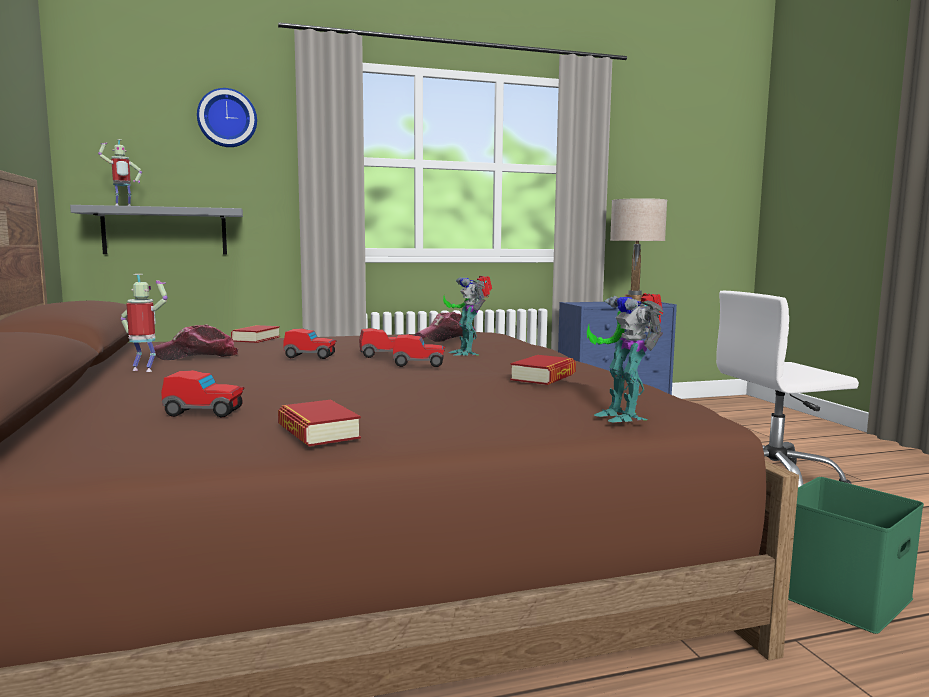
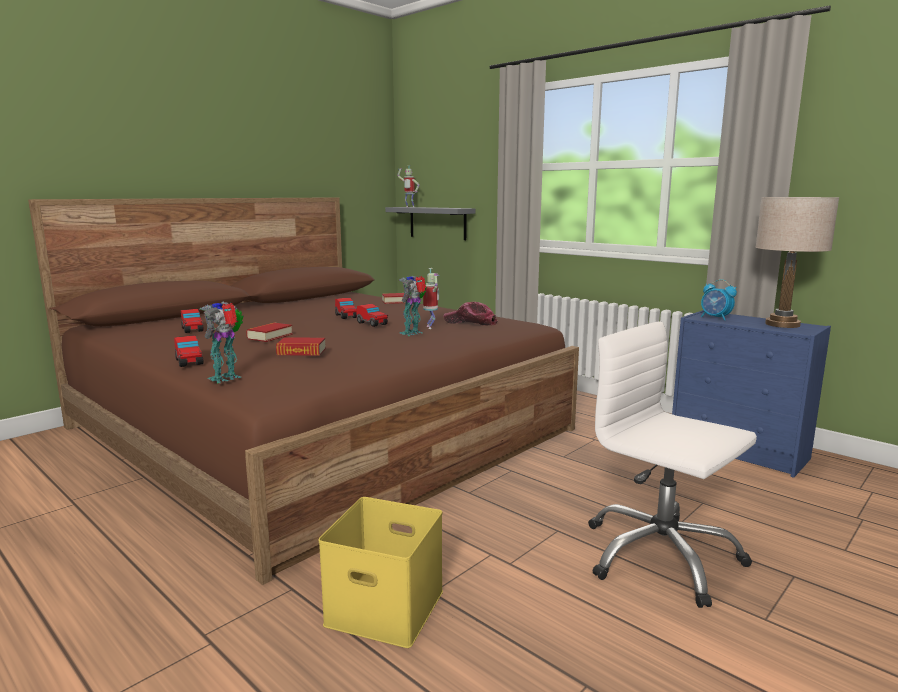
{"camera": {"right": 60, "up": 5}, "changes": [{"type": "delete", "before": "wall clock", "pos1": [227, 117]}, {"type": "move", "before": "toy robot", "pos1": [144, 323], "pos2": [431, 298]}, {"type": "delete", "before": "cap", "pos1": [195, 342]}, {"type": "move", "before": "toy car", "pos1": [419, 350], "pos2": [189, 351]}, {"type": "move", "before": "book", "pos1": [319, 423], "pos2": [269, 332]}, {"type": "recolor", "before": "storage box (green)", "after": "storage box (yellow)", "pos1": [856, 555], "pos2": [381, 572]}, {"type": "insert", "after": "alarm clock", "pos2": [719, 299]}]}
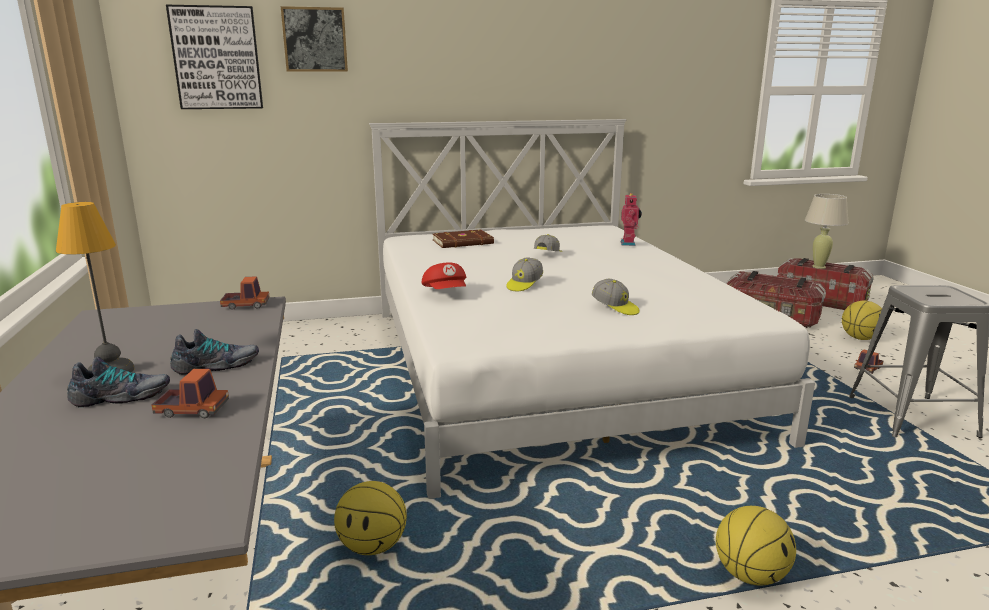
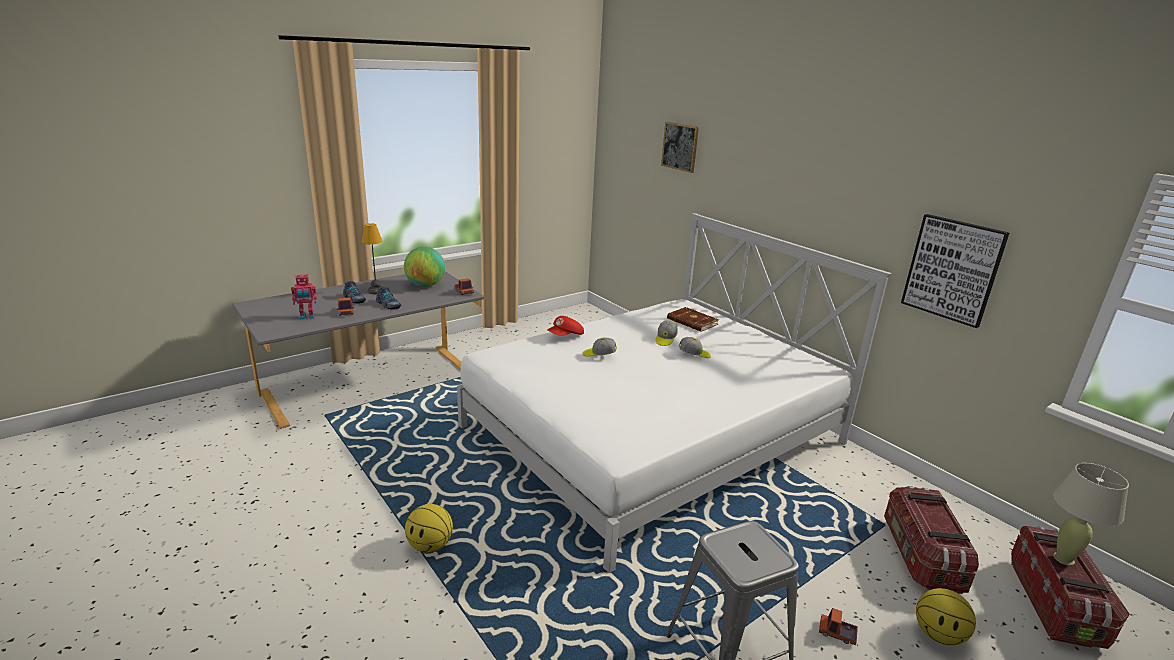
{"camera": {"right": 65, "up": 5}, "changes": [{"type": "move", "before": "picture", "pos1": [214, 57], "pos2": [955, 271]}, {"type": "move", "before": "toy robot", "pos1": [631, 219], "pos2": [304, 297]}, {"type": "move", "before": "cap", "pos1": [616, 297], "pos2": [666, 333]}, {"type": "delete", "before": "basketball", "pos1": [370, 518]}, {"type": "insert", "after": "globe", "pos2": [424, 267]}]}
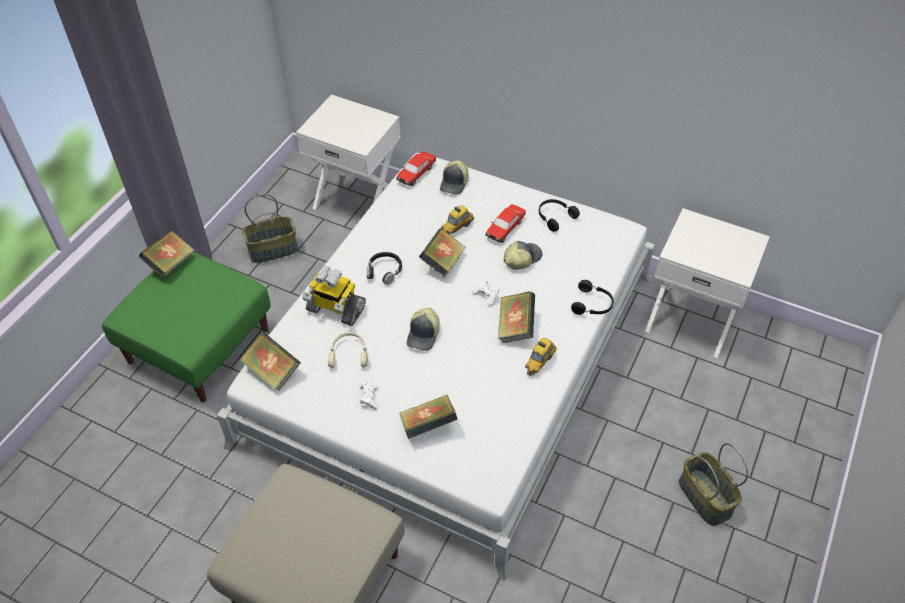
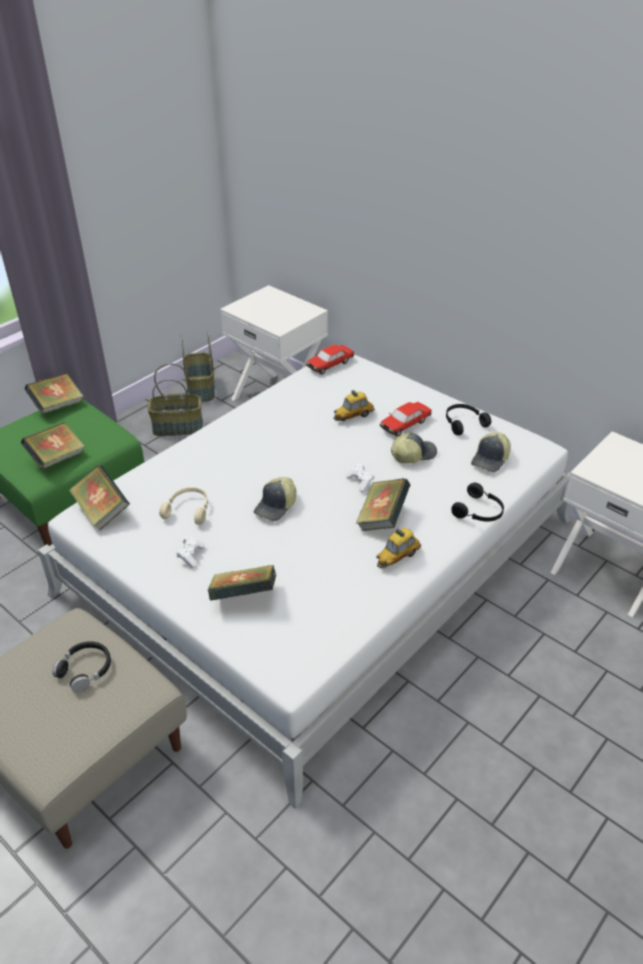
{"camera": {"right": 15, "up": -10}, "changes": [{"type": "move", "before": "cap", "pos1": [454, 177], "pos2": [491, 452]}, {"type": "move", "before": "book", "pos1": [442, 252], "pos2": [53, 445]}, {"type": "move", "before": "headphones (black)", "pos1": [384, 268], "pos2": [81, 666]}, {"type": "delete", "before": "toy robot", "pos1": [334, 296]}, {"type": "move", "before": "basket", "pos1": [713, 484], "pos2": [197, 367]}]}
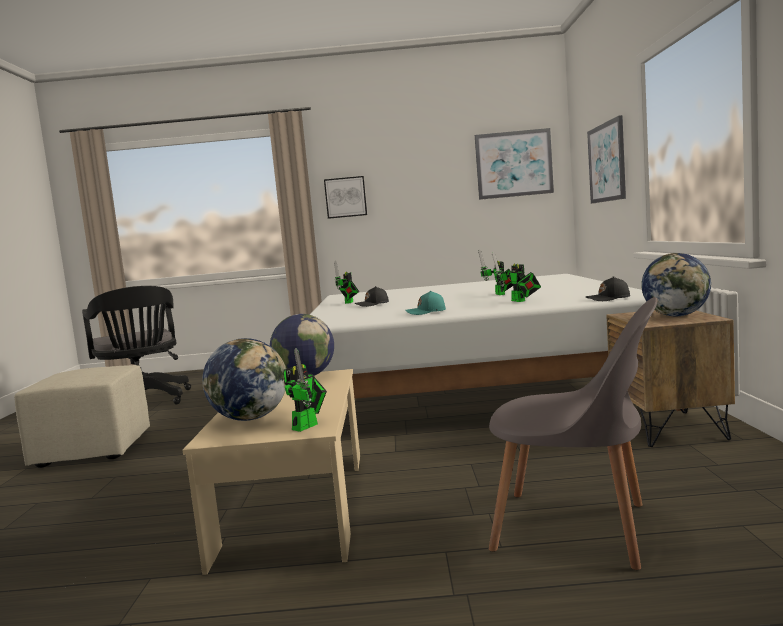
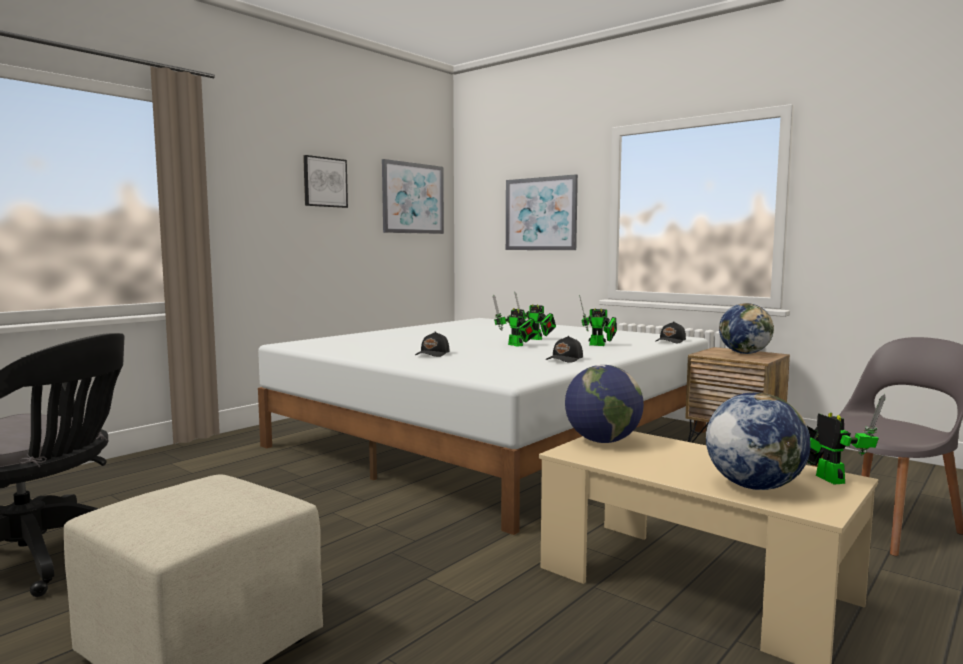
{"camera": {"right": -50, "up": 0}, "changes": [{"type": "move", "before": "picture", "pos1": [345, 197], "pos2": [325, 181]}, {"type": "move", "before": "toy robot", "pos1": [346, 282], "pos2": [516, 320]}, {"type": "recolor", "before": "cap (turquoise)", "after": "cap (black)", "pos1": [426, 303], "pos2": [564, 349]}]}
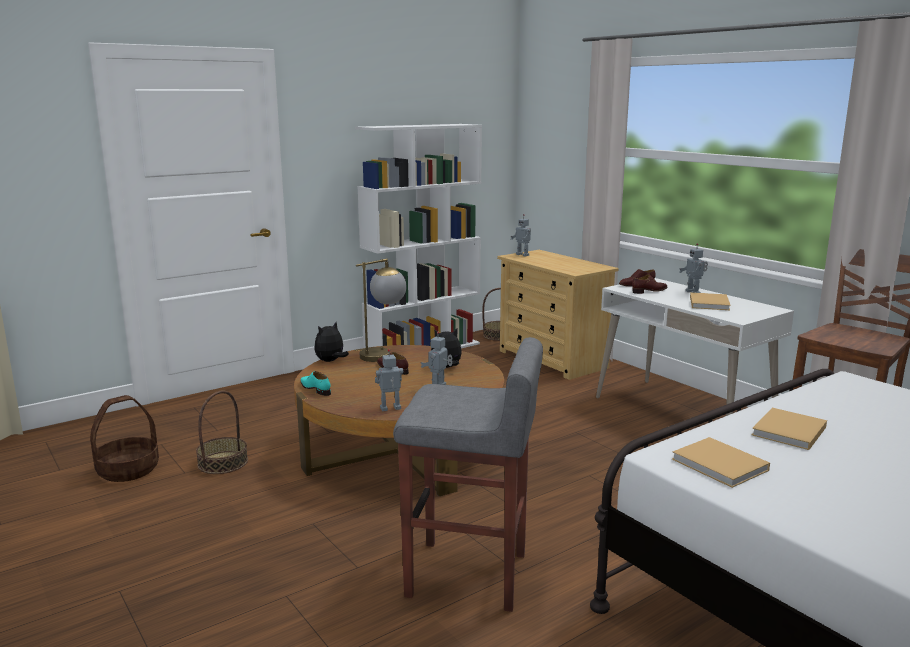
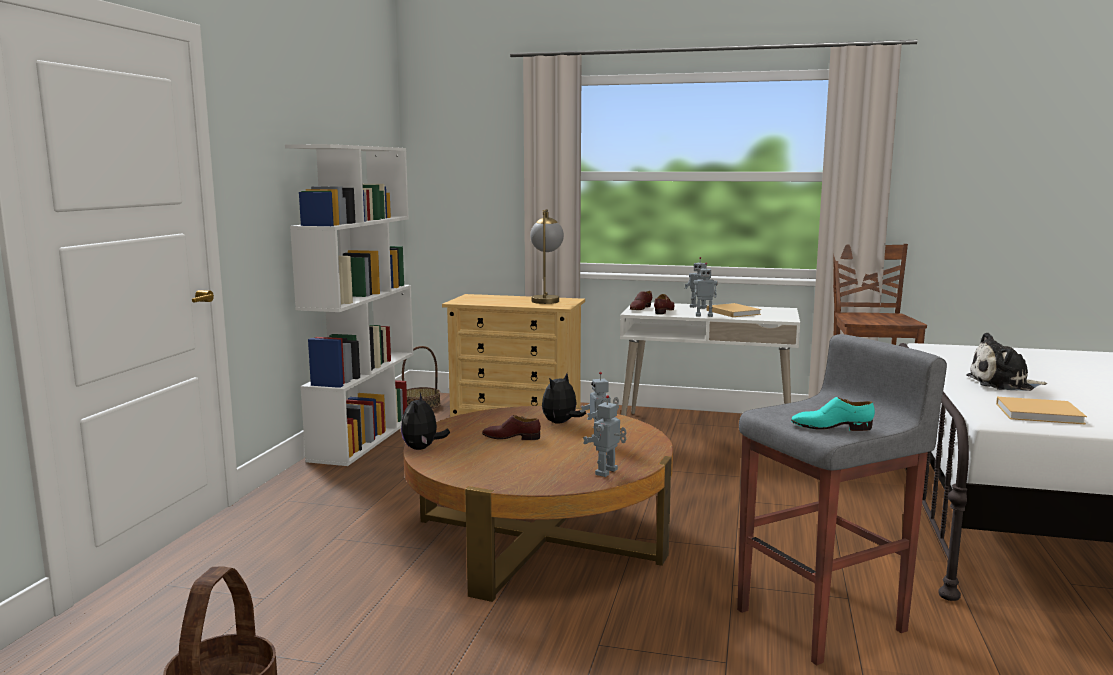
{"camera": {"right": -40, "up": -5}, "changes": [{"type": "move", "before": "toy robot", "pos1": [521, 235], "pos2": [706, 290]}, {"type": "move", "before": "table lamp", "pos1": [381, 310], "pos2": [547, 256]}, {"type": "move", "before": "shoe (turquoise)", "pos1": [316, 383], "pos2": [833, 414]}, {"type": "delete", "before": "basket", "pos1": [222, 432]}, {"type": "replace", "before": "book (beige)", "after": "plush toy", "pos1": [789, 429], "pos2": [1006, 362]}]}
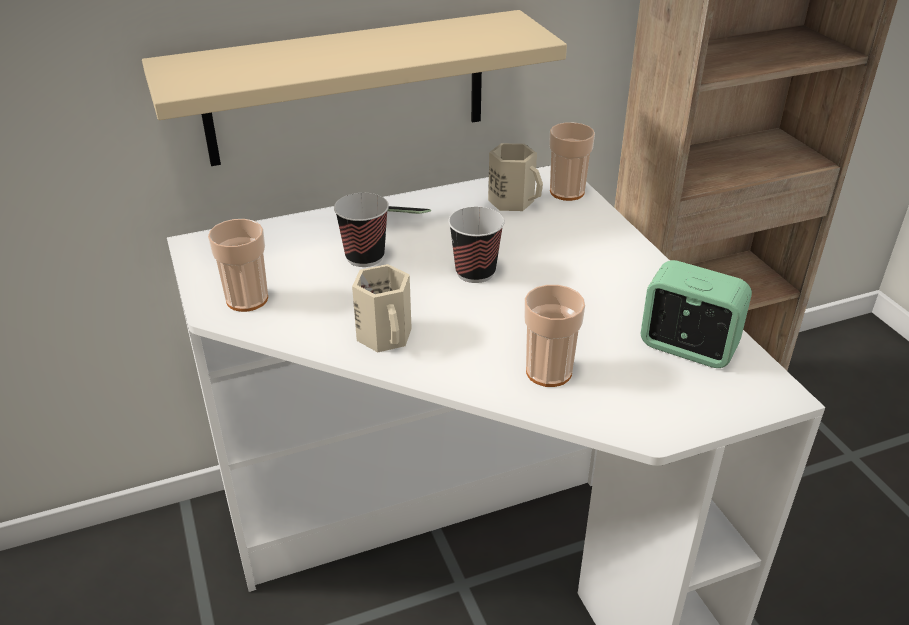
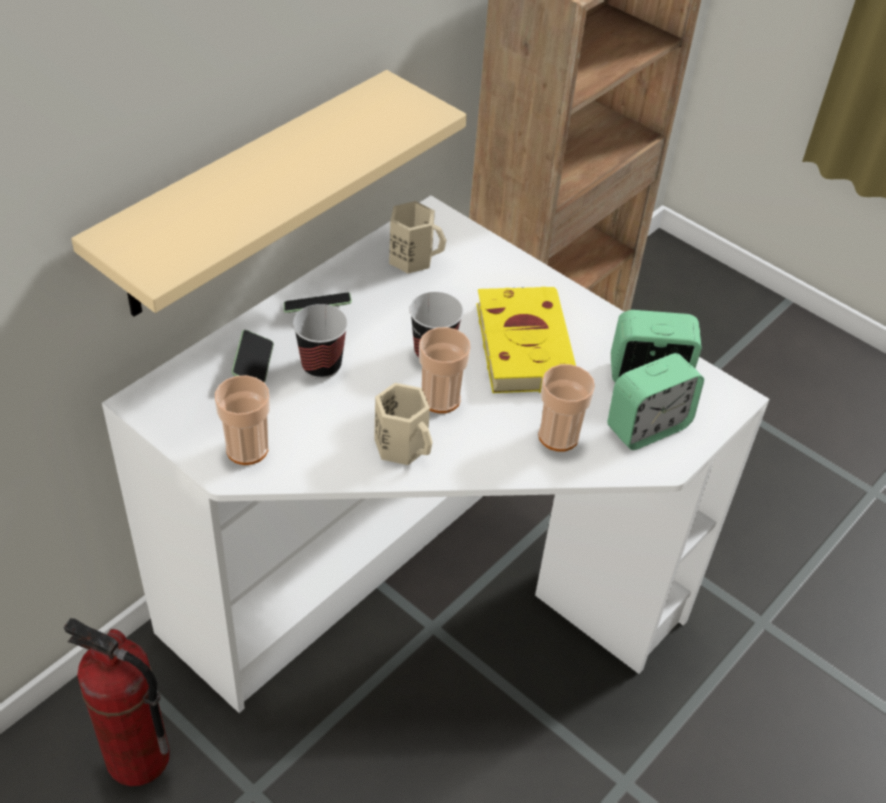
{"camera": {"right": -30, "up": 10}, "changes": [{"type": "move", "before": "cup", "pos1": [572, 161], "pos2": [445, 370]}, {"type": "insert", "after": "book (yellow)", "pos2": [526, 340]}, {"type": "insert", "after": "phone", "pos2": [252, 356]}, {"type": "insert", "after": "alarm clock", "pos2": [655, 401]}, {"type": "insert", "after": "fire extinguisher", "pos2": [117, 702]}]}
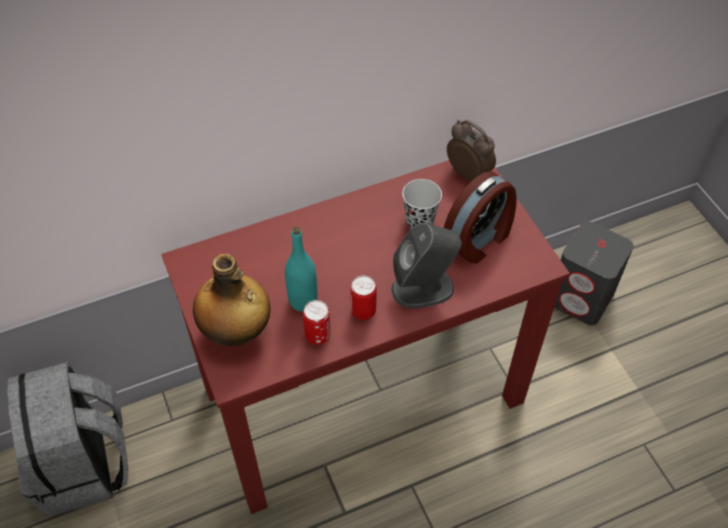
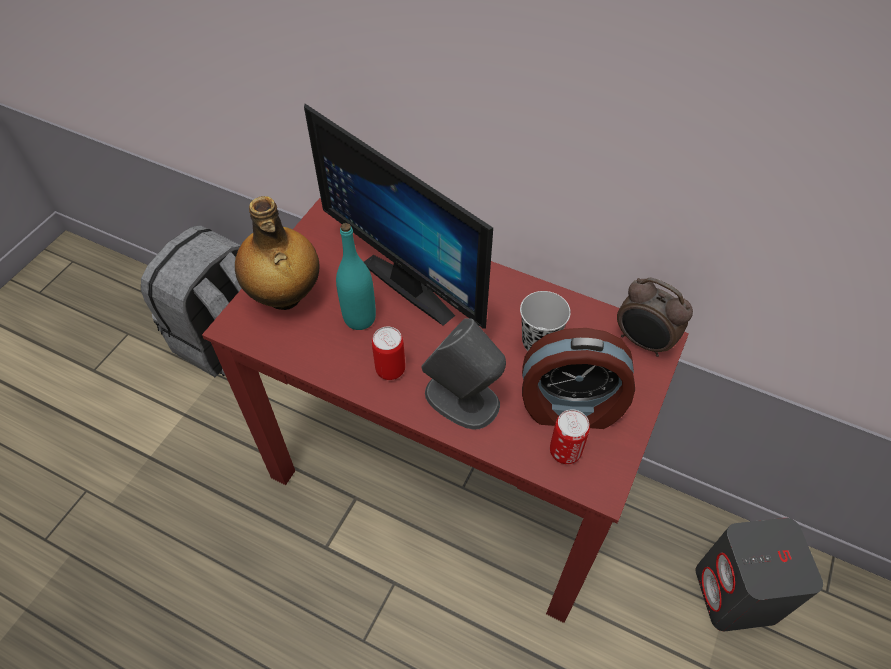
{"camera": {"right": 50, "up": 0}, "changes": [{"type": "rotate", "before": "alarm clock", "pos1": [471, 150], "pos2": [655, 317], "turn": 120}, {"type": "move", "before": "can", "pos1": [317, 322], "pos2": [570, 436]}, {"type": "insert", "after": "monitor", "pos2": [398, 216]}]}
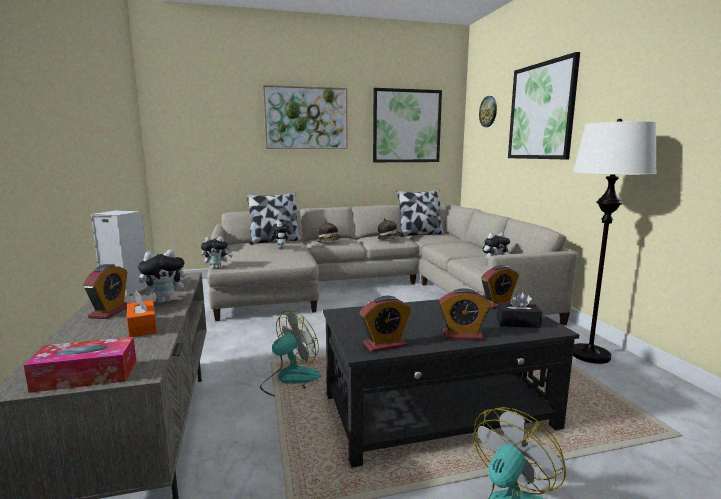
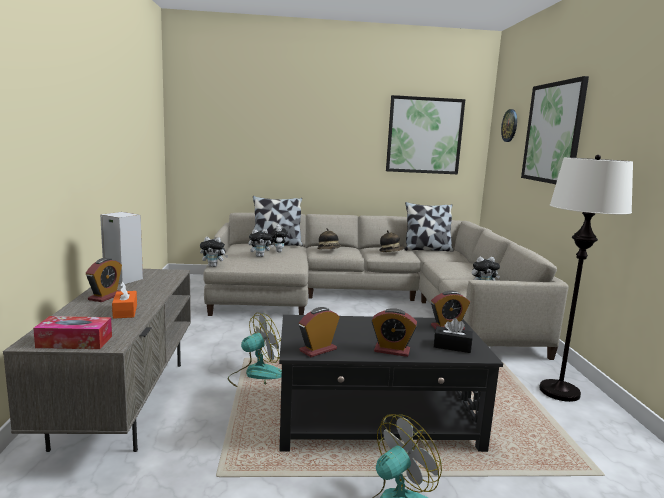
{"camera": {"right": 10, "up": 0}, "changes": [{"type": "delete", "before": "picture", "pos1": [305, 117]}, {"type": "move", "before": "plush toy", "pos1": [164, 276], "pos2": [261, 243]}, {"type": "rotate", "before": "alarm clock", "pos1": [385, 324], "pos2": [319, 332], "turn": 150}]}
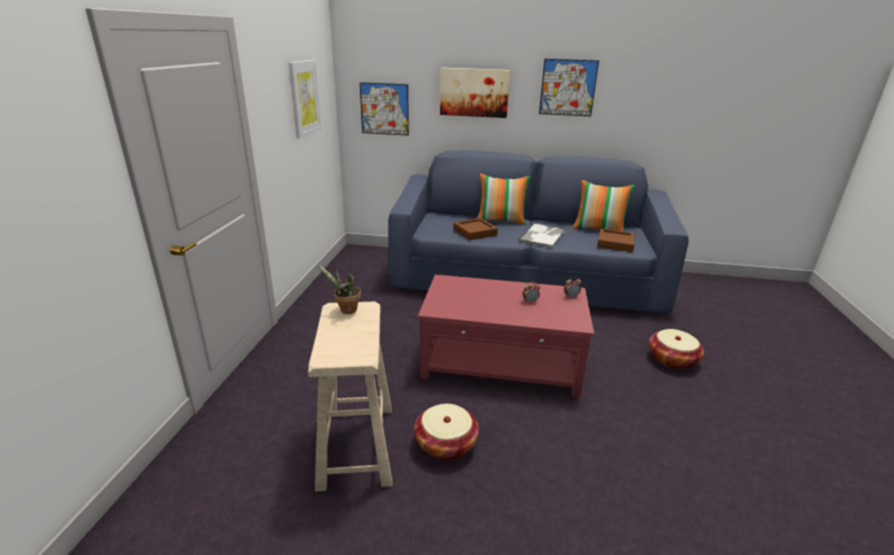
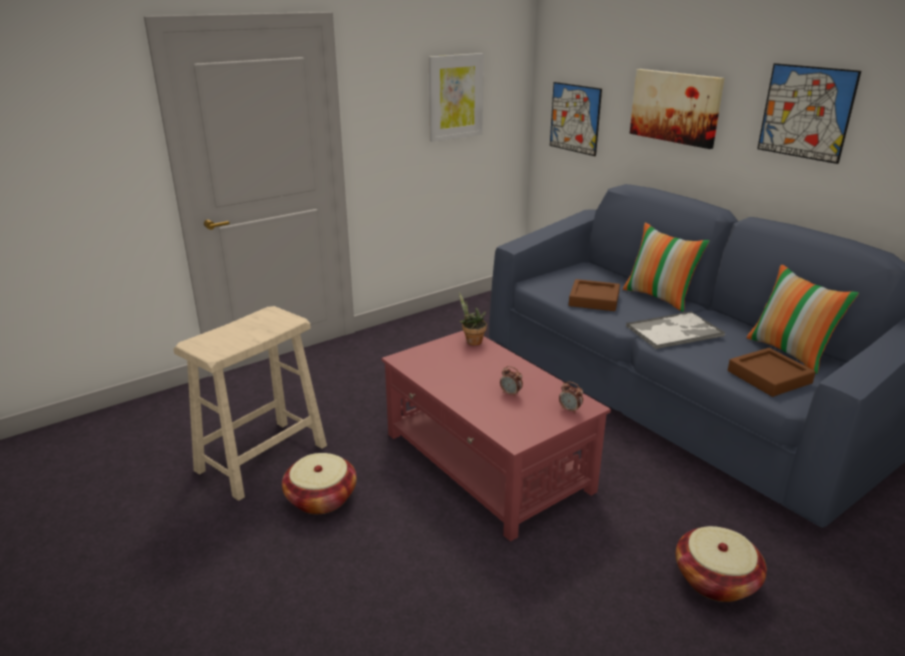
{"camera": {"right": 45, "up": 0}, "changes": [{"type": "move", "before": "potted plant", "pos1": [339, 289], "pos2": [473, 319]}]}
